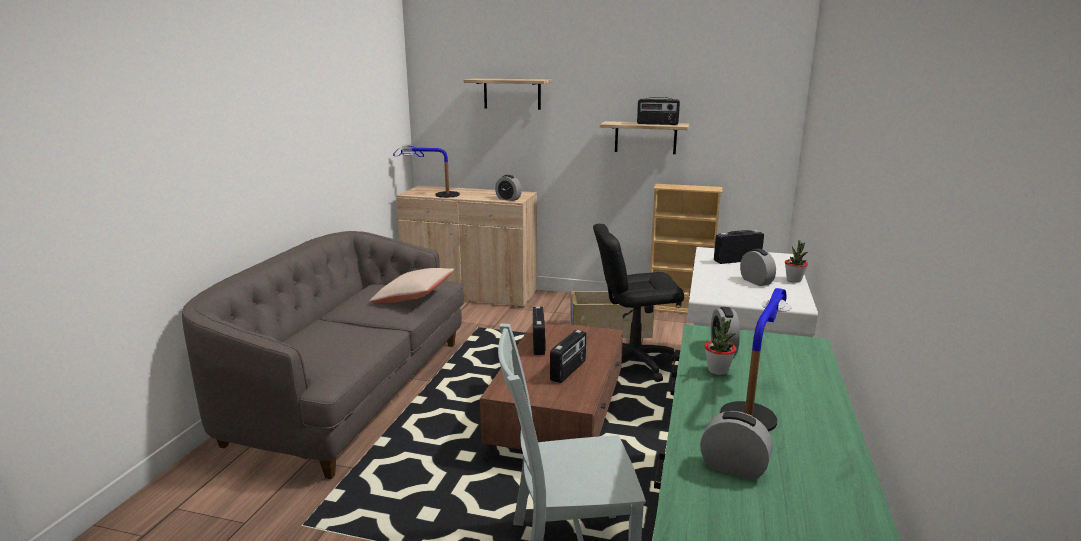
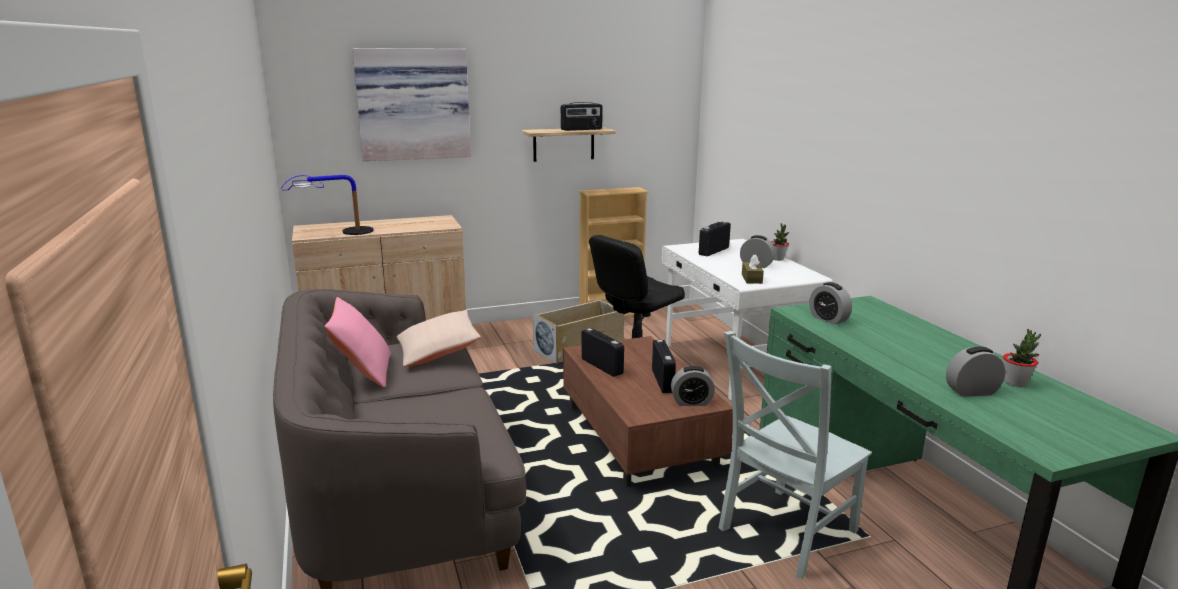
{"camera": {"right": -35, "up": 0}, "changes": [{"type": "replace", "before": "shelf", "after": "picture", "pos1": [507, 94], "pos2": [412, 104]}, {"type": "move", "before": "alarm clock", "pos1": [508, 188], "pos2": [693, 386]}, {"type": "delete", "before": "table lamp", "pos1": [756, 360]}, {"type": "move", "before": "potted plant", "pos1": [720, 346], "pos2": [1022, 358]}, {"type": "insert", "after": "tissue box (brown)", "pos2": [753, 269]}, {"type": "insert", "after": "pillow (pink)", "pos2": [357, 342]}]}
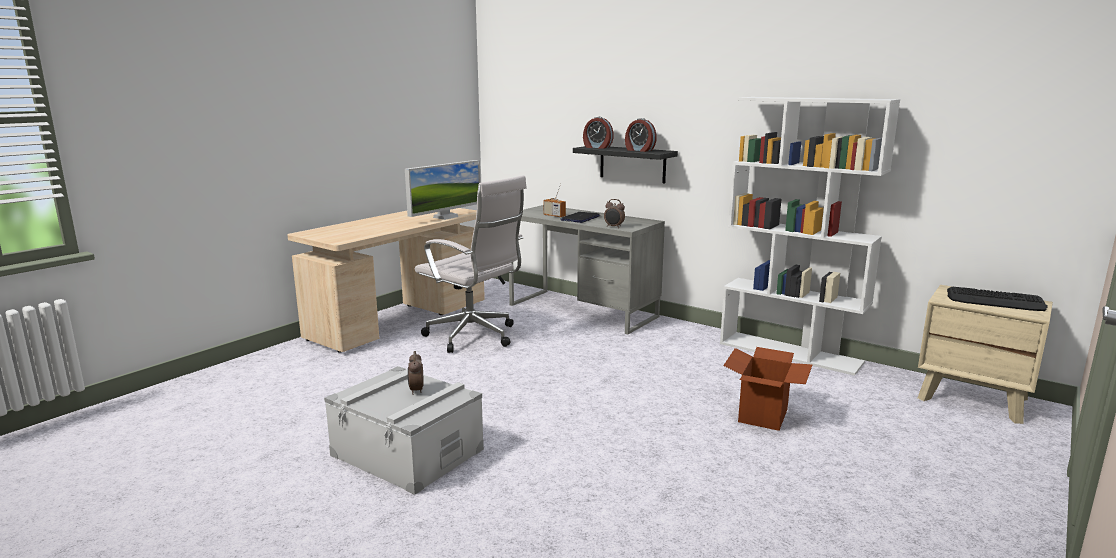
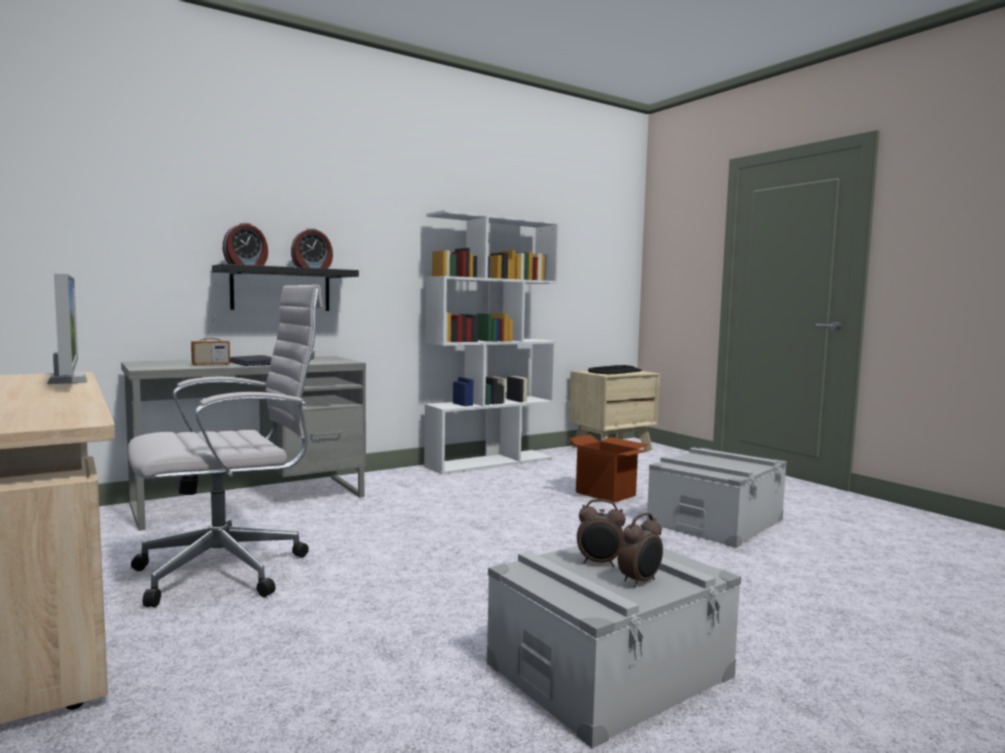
{"camera": {"right": -70, "up": -10}, "changes": [{"type": "move", "before": "alarm clock", "pos1": [614, 213], "pos2": [640, 550]}, {"type": "insert", "after": "storage box (grey)", "pos2": [717, 498]}]}
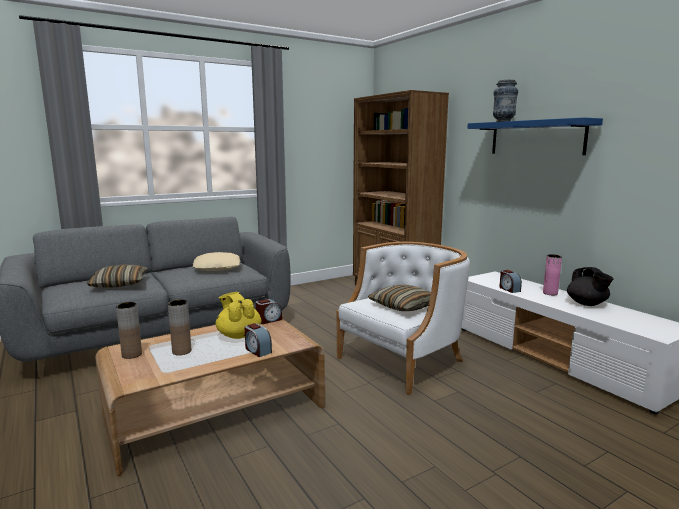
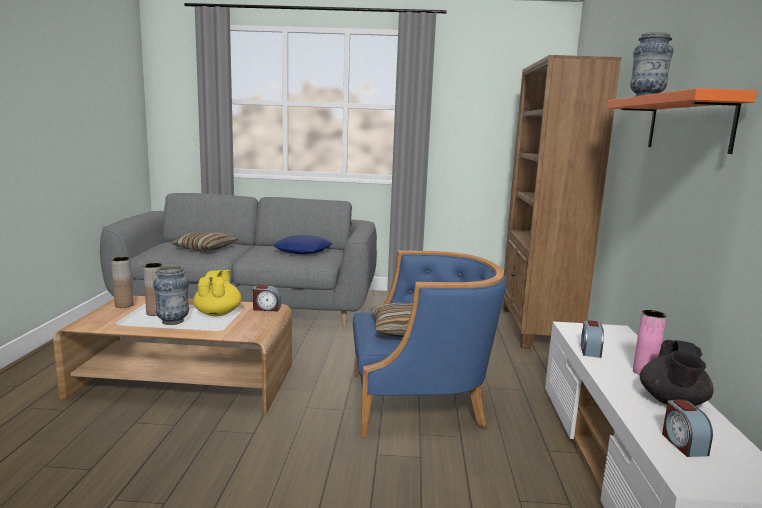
{"camera": {"right": 35, "up": 0}, "changes": [{"type": "recolor", "before": "shelf (blue)", "after": "shelf (orange)", "pos1": [535, 136], "pos2": [682, 121]}, {"type": "recolor", "before": "armchair (white)", "after": "armchair (blue)", "pos1": [403, 318], "pos2": [429, 344]}, {"type": "recolor", "before": "pillow (beige)", "after": "pillow (blue)", "pos1": [216, 261], "pos2": [303, 244]}, {"type": "move", "before": "alarm clock", "pos1": [258, 340], "pos2": [687, 428]}, {"type": "insert", "after": "vase", "pos2": [171, 295]}]}
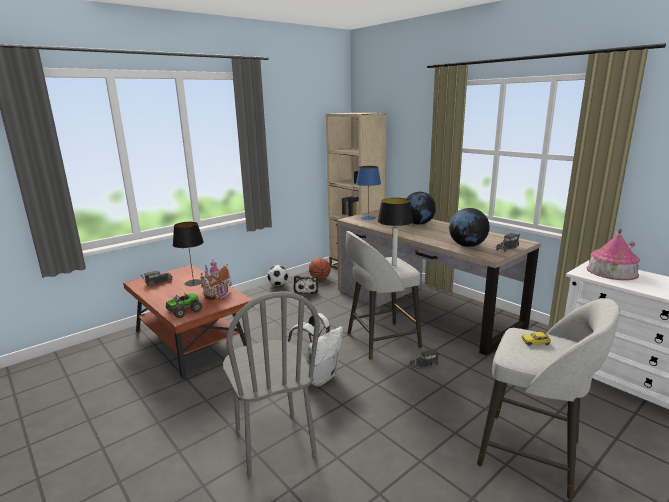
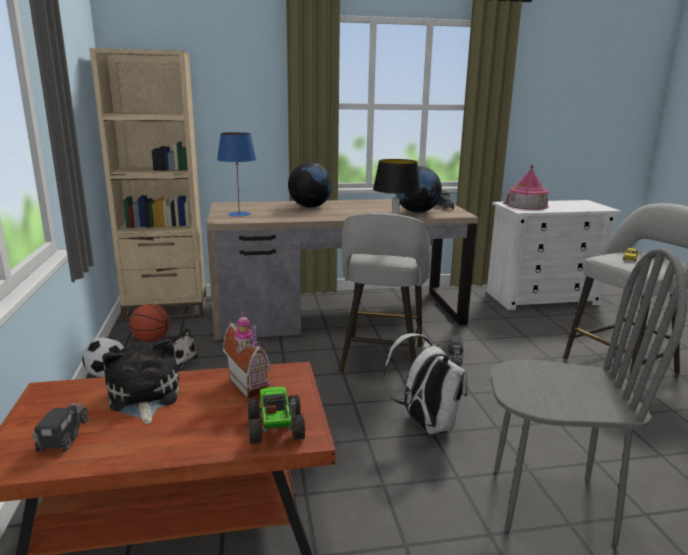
{"camera": {"right": -60, "up": 0}, "changes": [{"type": "replace", "before": "table lamp (black)", "after": "plush toy", "pos1": [188, 254], "pos2": [141, 381]}]}
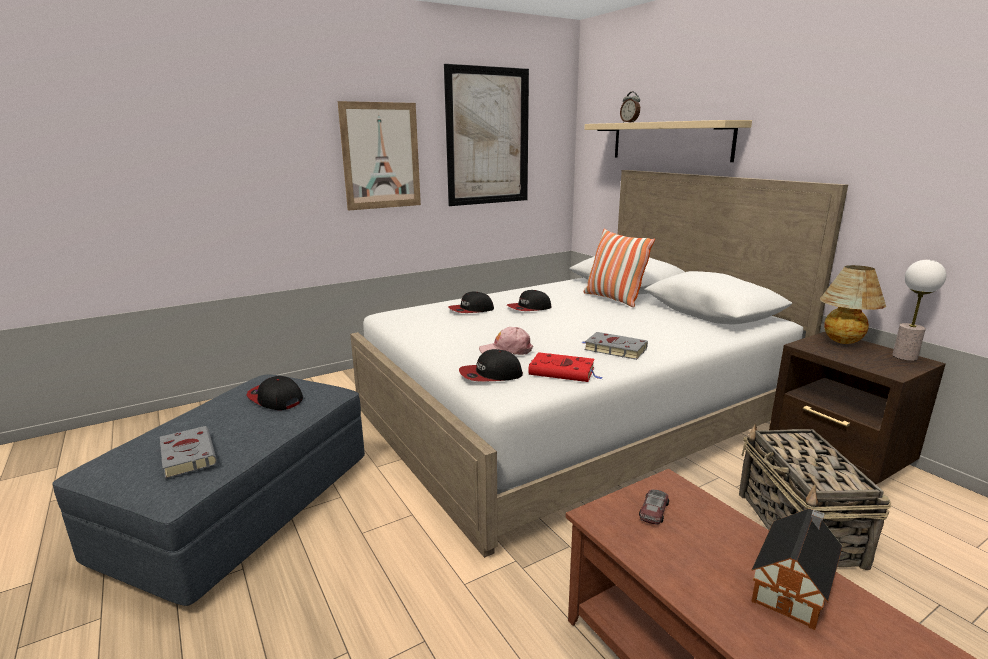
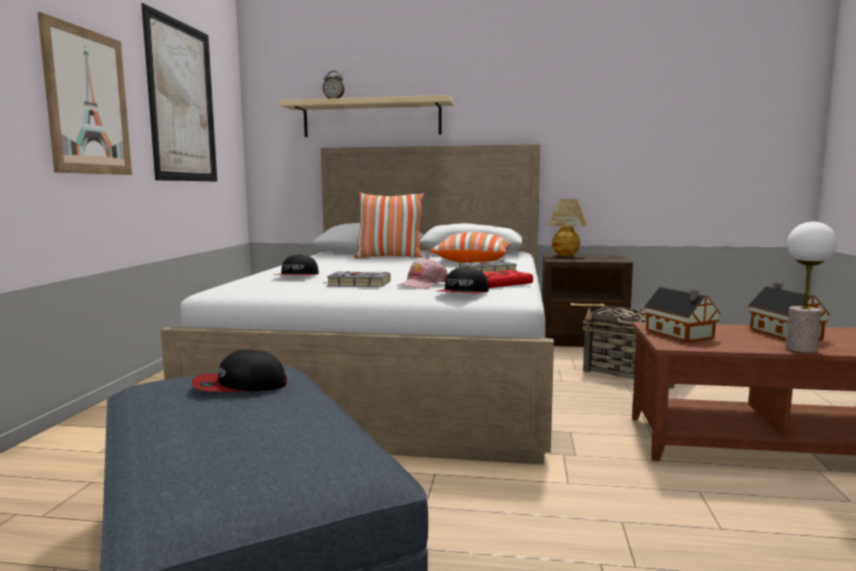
{"camera": {"right": -50, "up": -10}, "changes": [{"type": "move", "before": "table lamp", "pos1": [919, 310], "pos2": [811, 287]}, {"type": "delete", "before": "cap", "pos1": [529, 300]}, {"type": "move", "before": "book (grey)", "pos1": [188, 452], "pos2": [357, 279]}, {"type": "replace", "before": "toy car", "after": "toy house", "pos1": [654, 507], "pos2": [682, 314]}, {"type": "insert", "after": "pillow", "pos2": [470, 247]}]}
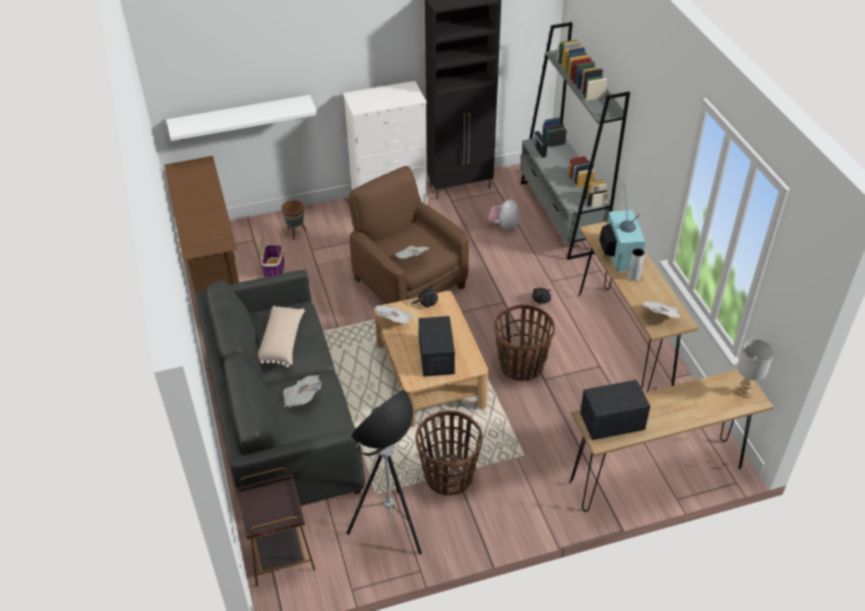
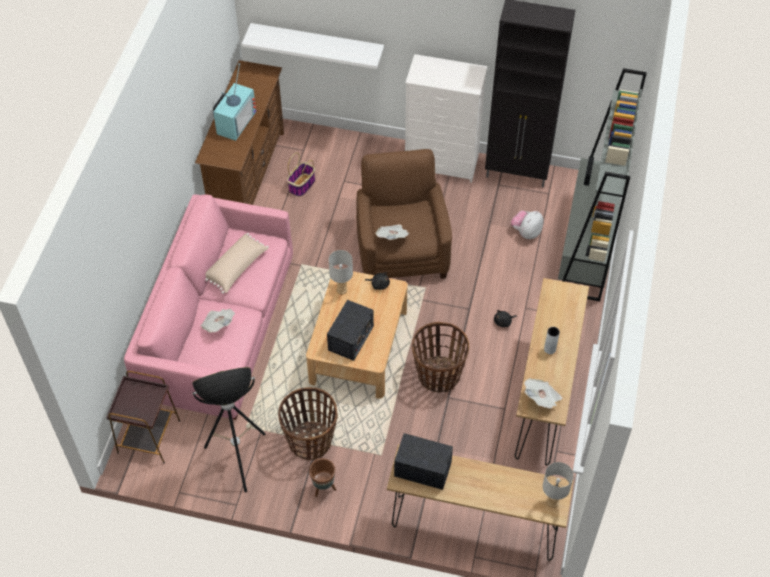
{"camera": {"right": 30, "up": 10}, "changes": [{"type": "move", "before": "television", "pos1": [622, 227], "pos2": [234, 102]}, {"type": "move", "before": "planter (brown)", "pos1": [294, 220], "pos2": [322, 478]}, {"type": "recolor", "before": "sofa (grey)", "after": "sofa (pink)", "pos1": [280, 389], "pos2": [208, 307]}, {"type": "replace", "before": "newspaper", "after": "table lamp (grey)", "pos1": [394, 314], "pos2": [341, 272]}]}
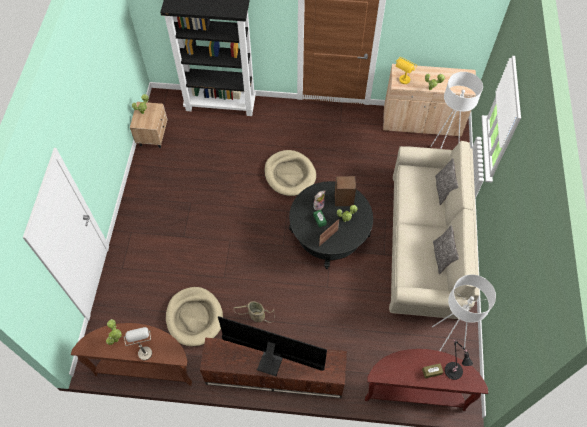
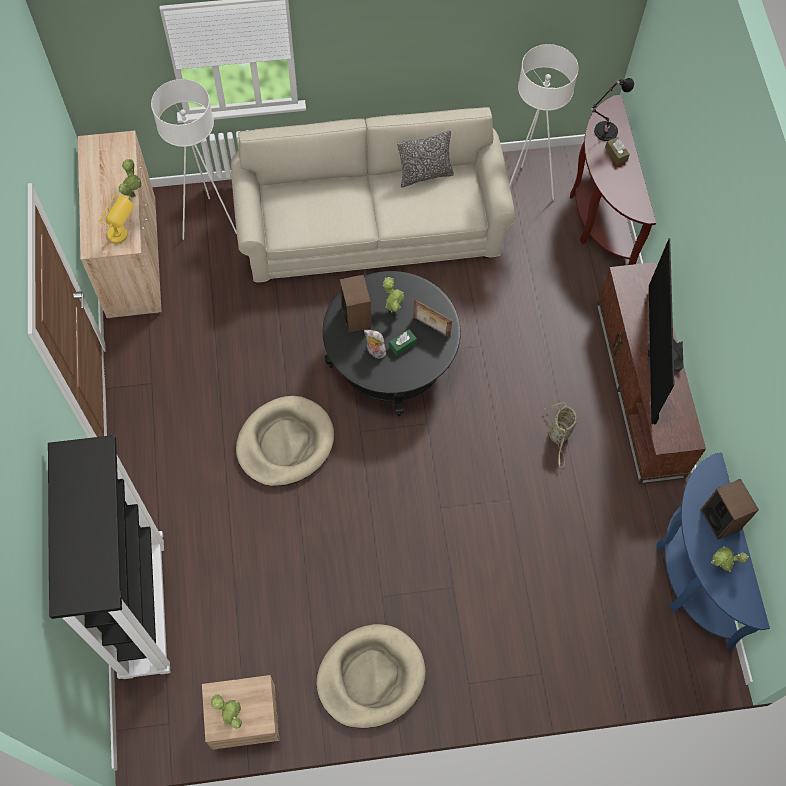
{"camera": {"right": -105, "up": 5}, "changes": [{"type": "delete", "before": "pillow", "pos1": [446, 181]}, {"type": "move", "before": "dog bed (beige)", "pos1": [194, 316], "pos2": [371, 676]}, {"type": "recolor", "before": "console table (brown)", "after": "console table (blue)", "pos1": [131, 354], "pos2": [713, 550]}, {"type": "replace", "before": "table lamp (grey)", "after": "speaker", "pos1": [138, 343], "pos2": [729, 509]}]}
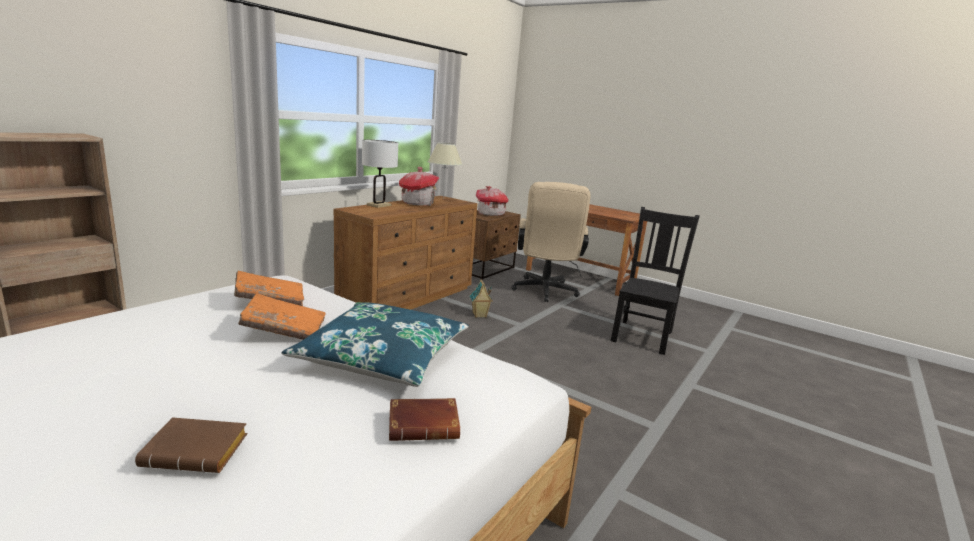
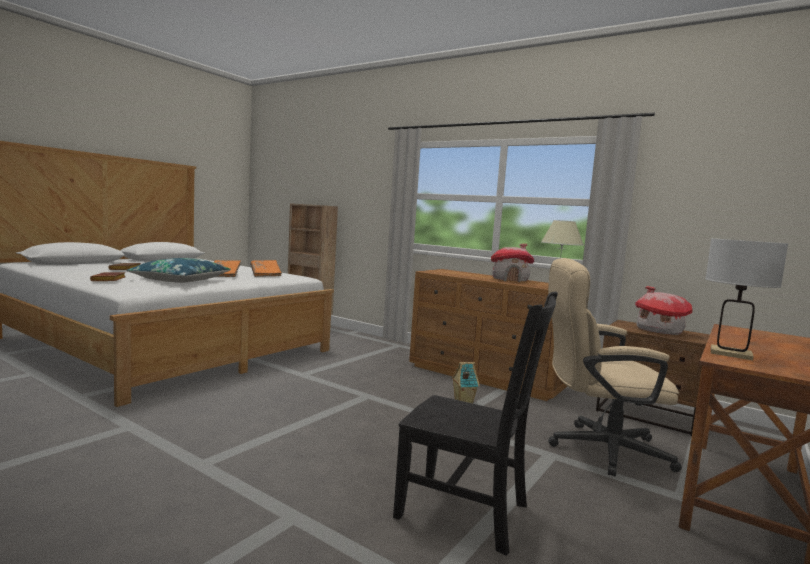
{"camera": {"right": 90, "up": -10}, "changes": [{"type": "move", "before": "table lamp (white)", "pos1": [380, 174], "pos2": [746, 299]}]}
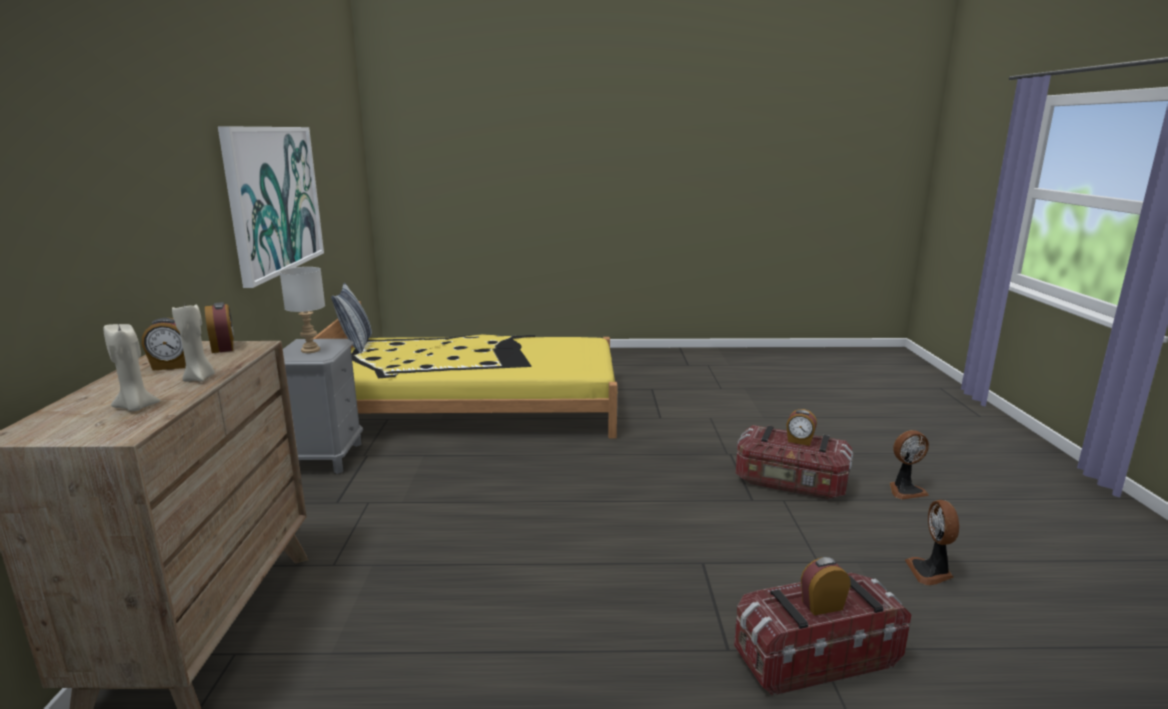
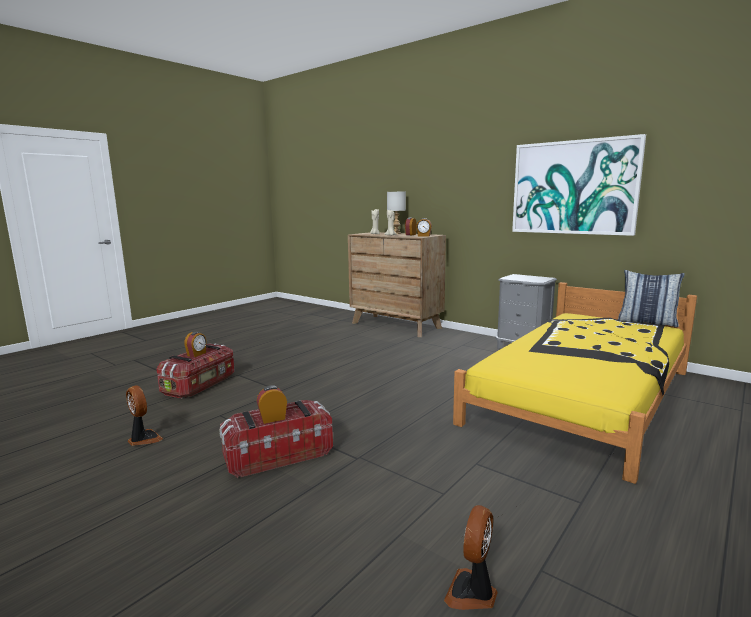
{"camera": {"right": 130, "up": -5}, "changes": [{"type": "move", "before": "table lamp (grey)", "pos1": [302, 310], "pos2": [396, 213]}, {"type": "move", "before": "fan", "pos1": [909, 465], "pos2": [471, 557]}]}
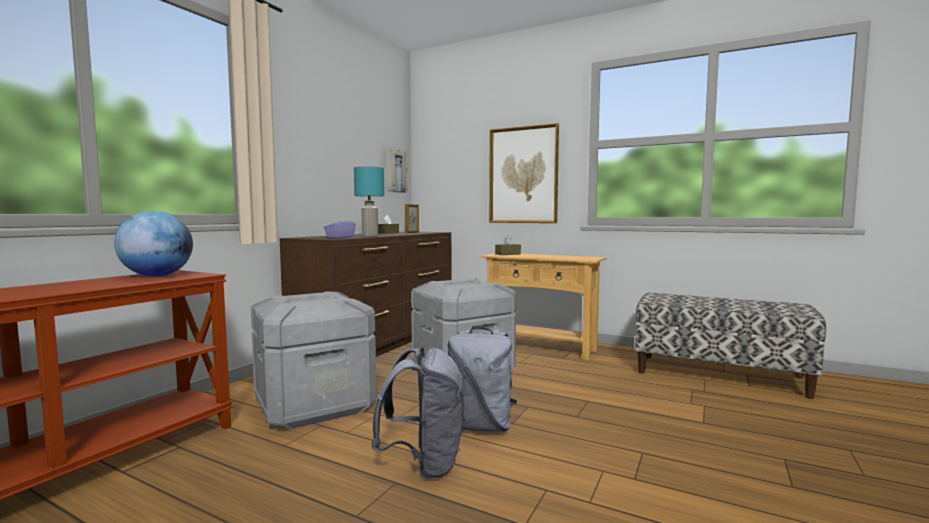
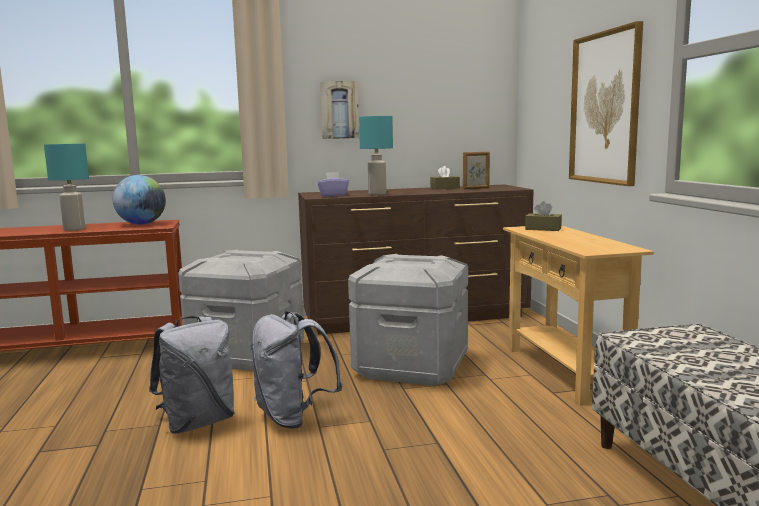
{"camera": {"right": 50, "up": 5}, "changes": [{"type": "move", "before": "picture", "pos1": [397, 171], "pos2": [339, 110]}, {"type": "insert", "after": "table lamp (turquoise)", "pos2": [66, 187]}]}
